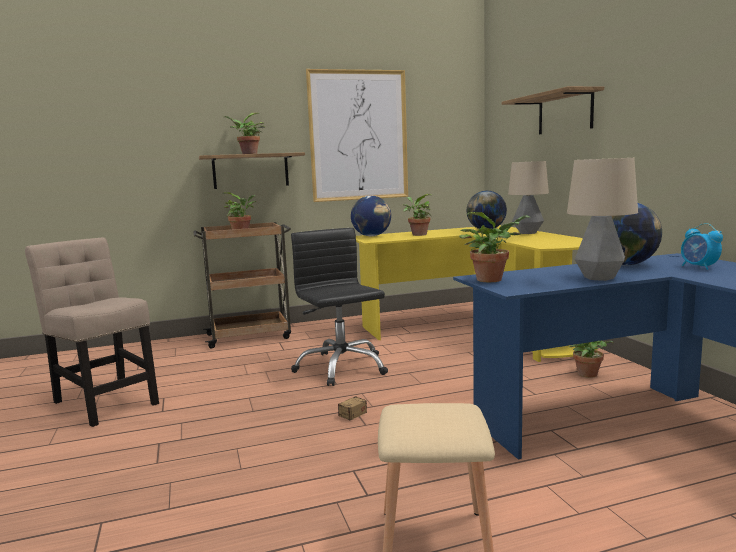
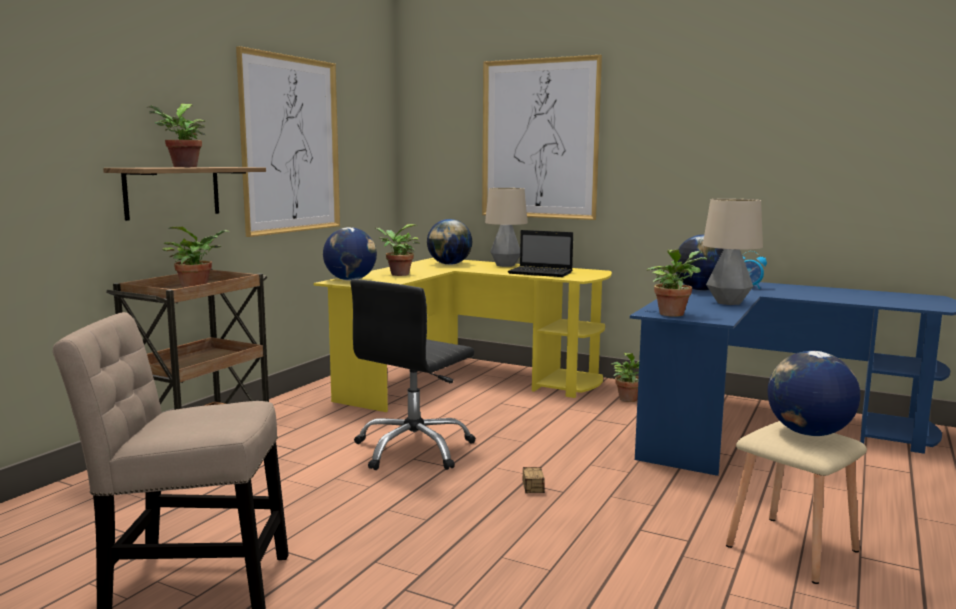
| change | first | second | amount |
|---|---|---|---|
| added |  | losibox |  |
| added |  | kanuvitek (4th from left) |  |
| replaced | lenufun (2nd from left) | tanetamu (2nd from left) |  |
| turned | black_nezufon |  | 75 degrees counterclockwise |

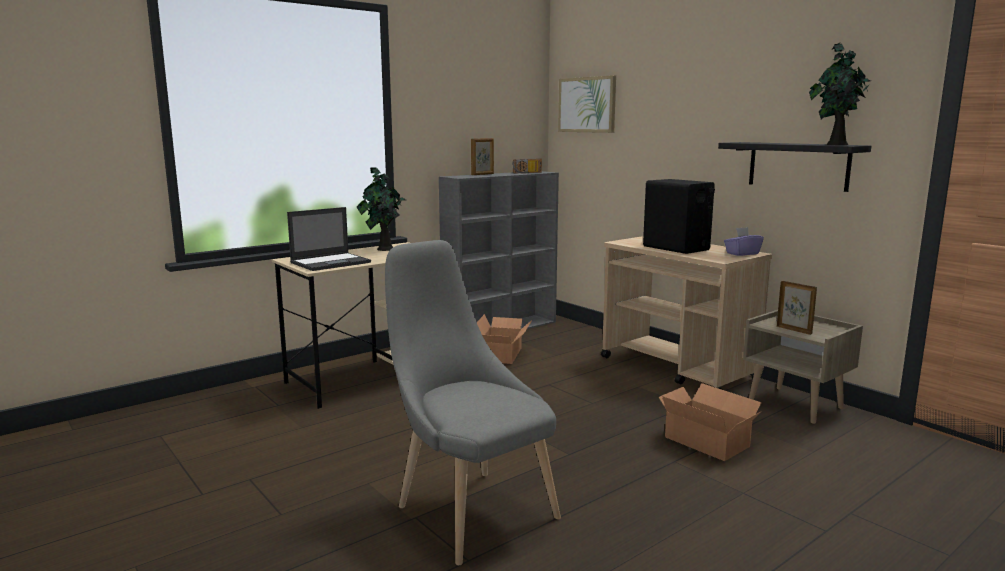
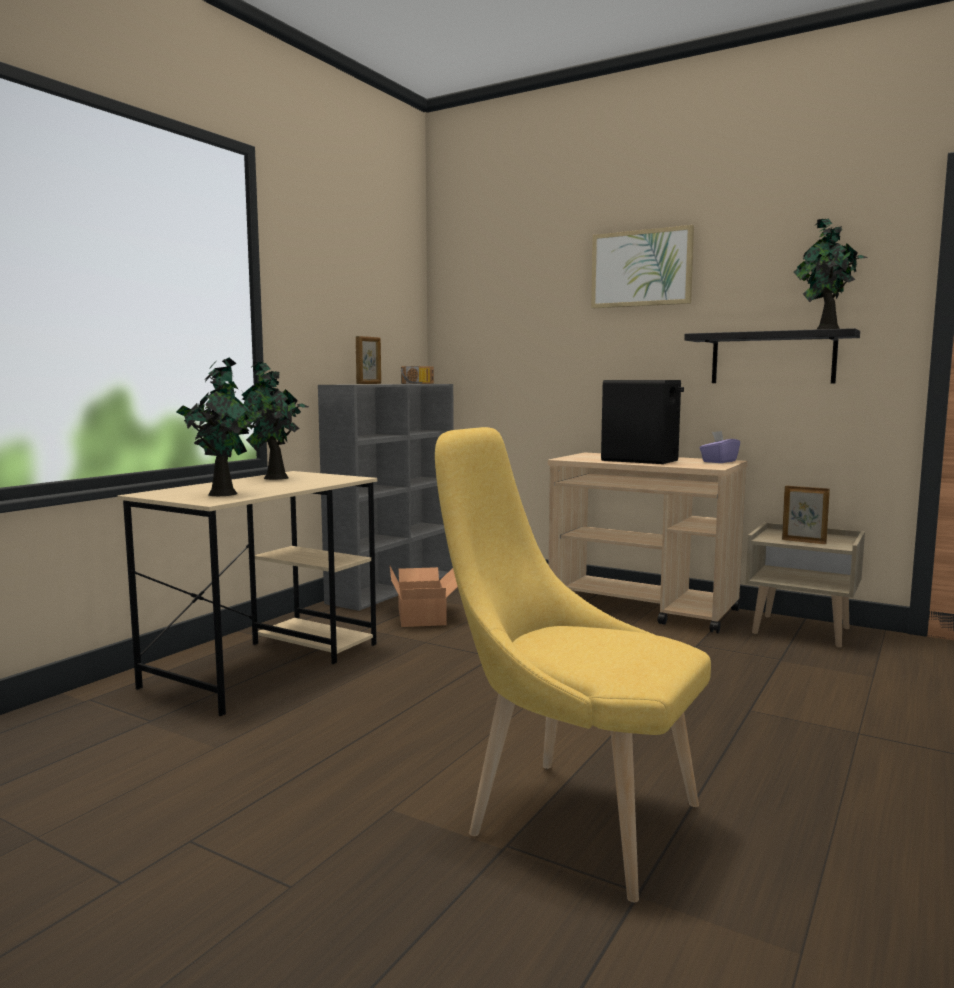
| change | first | second | amount |
|---|---|---|---|
| removed | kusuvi (2nd from left) |  |  |
| moved | tanetamu |  |  |
| replaced | losibox | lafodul (1st from left) |  |
| recoloured | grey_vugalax | yellow_vugalax |  |

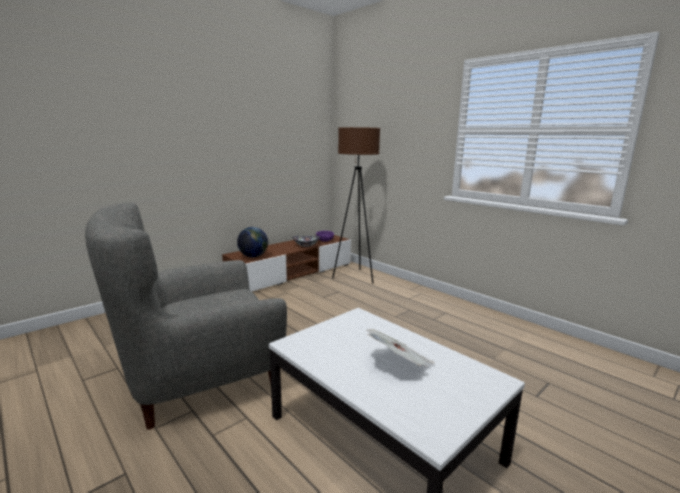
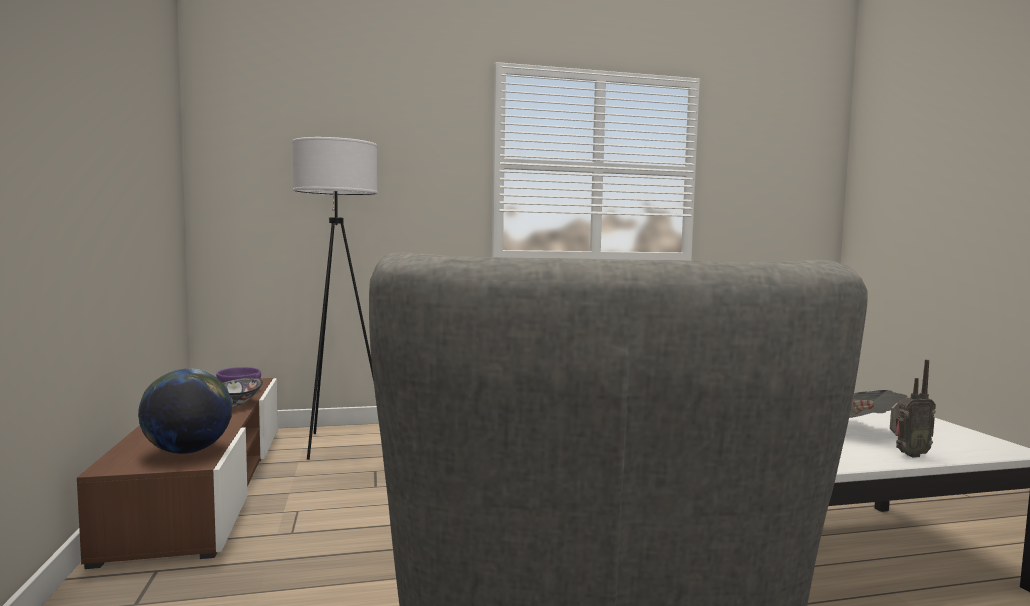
| change | first | second | amount |
|---|---|---|---|
| added |  | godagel |  |
| recoloured | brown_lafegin | white_lafegin |  |

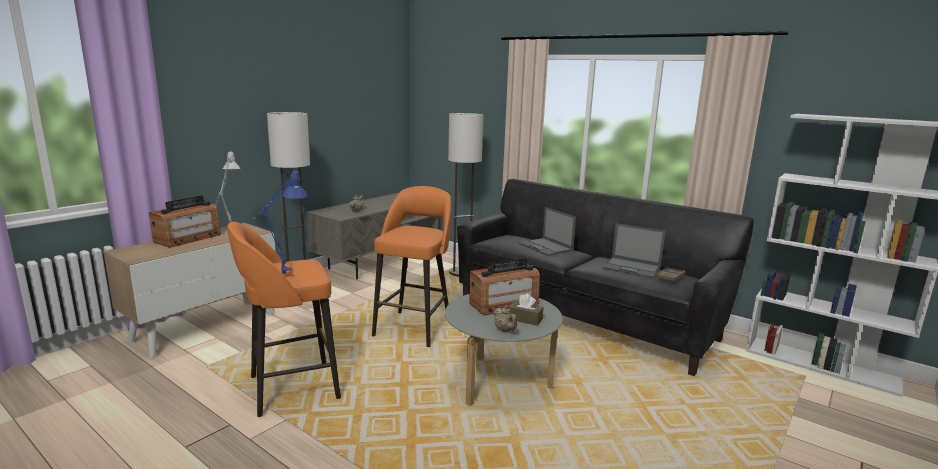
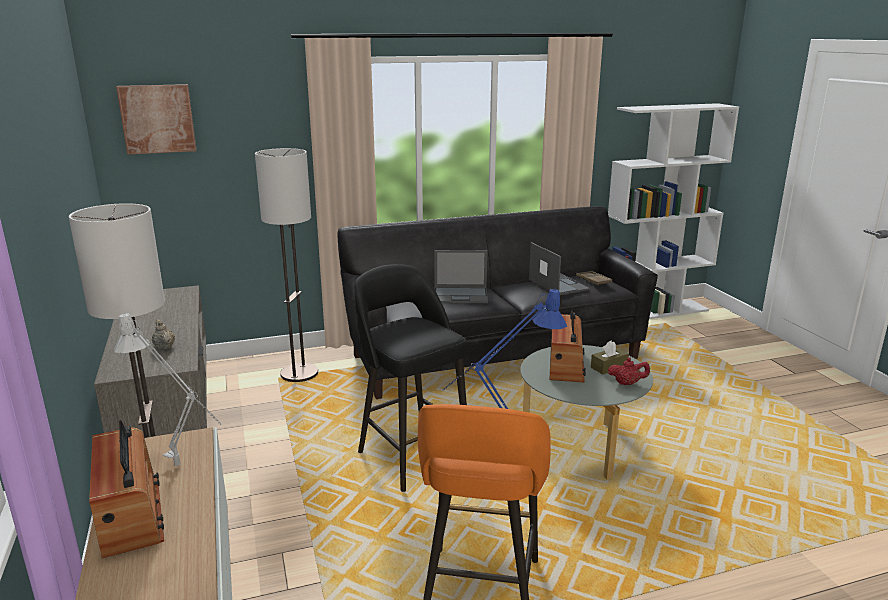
| change | first | second | amount |
|---|---|---|---|
| added |  | tanetamu |  |
| recoloured | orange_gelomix (2nd from left) | black_gelomix |  |
| recoloured | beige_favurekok (2nd from left) | red_favurekok |  |
| turned | losibox (2nd from left) |  | 90 degrees counterclockwise |

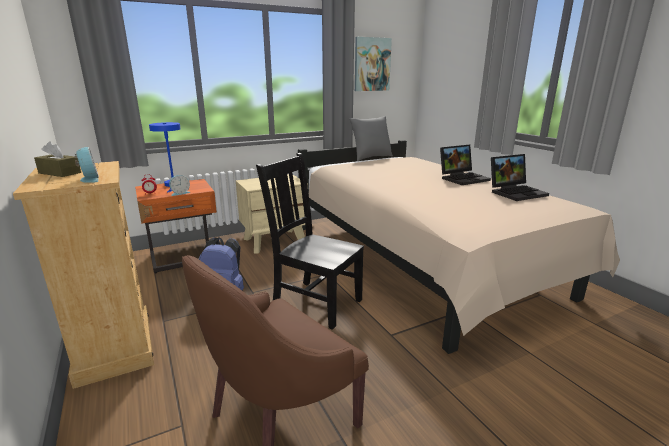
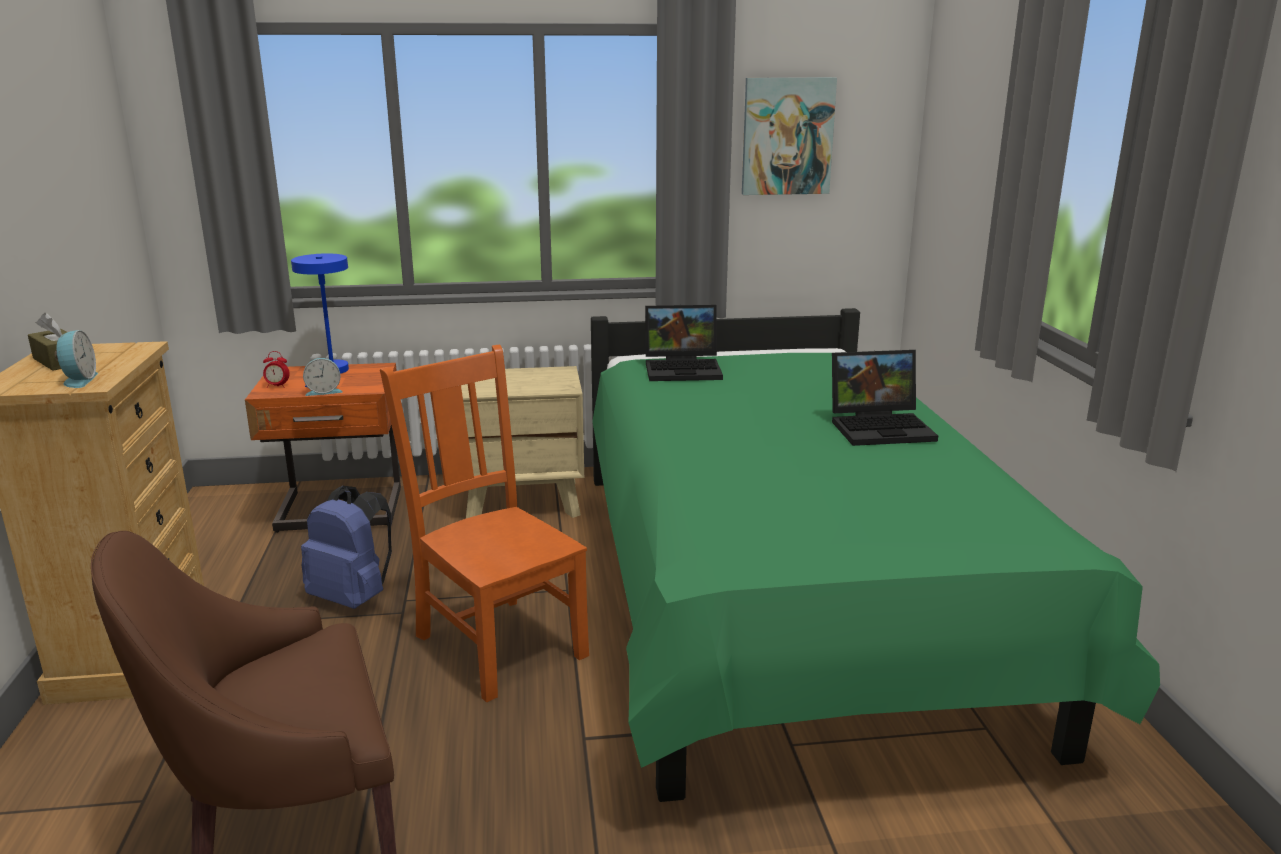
| change | first | second | amount |
|---|---|---|---|
| removed | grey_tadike |  |  |
| moved | losibox (2nd from left in the first image) | losibox (1st from left) |  |
| recoloured | black_vugalax | orange_vugalax |  |
| recoloured | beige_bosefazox | green_bosefazox |  |

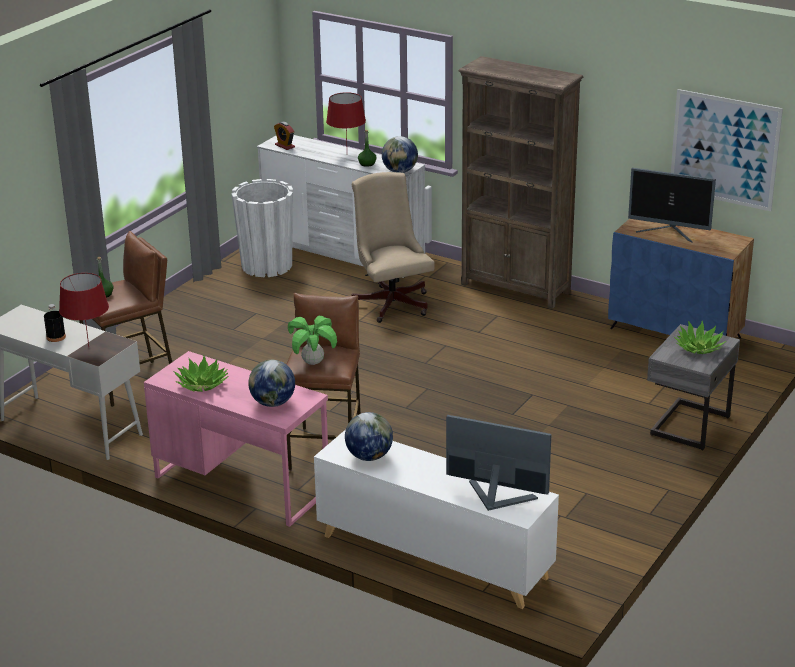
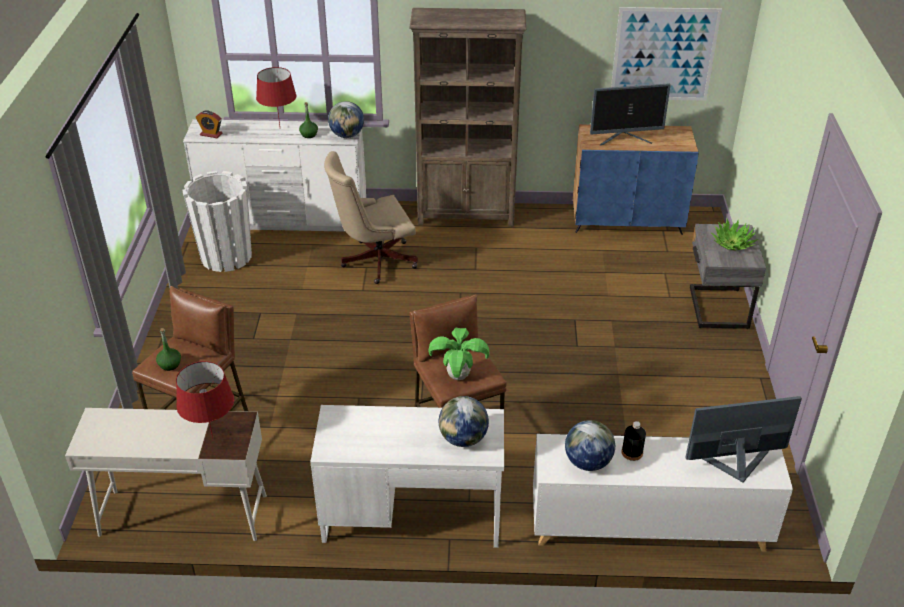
| change | first | second | amount |
|---|---|---|---|
| removed | lafodul (1st from left) |  |  |
| moved | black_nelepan |  |  |
| recoloured | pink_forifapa | white_forifapa (2nd from left) |  |
| turned | beige_nezufon |  | 60 degrees counterclockwise |

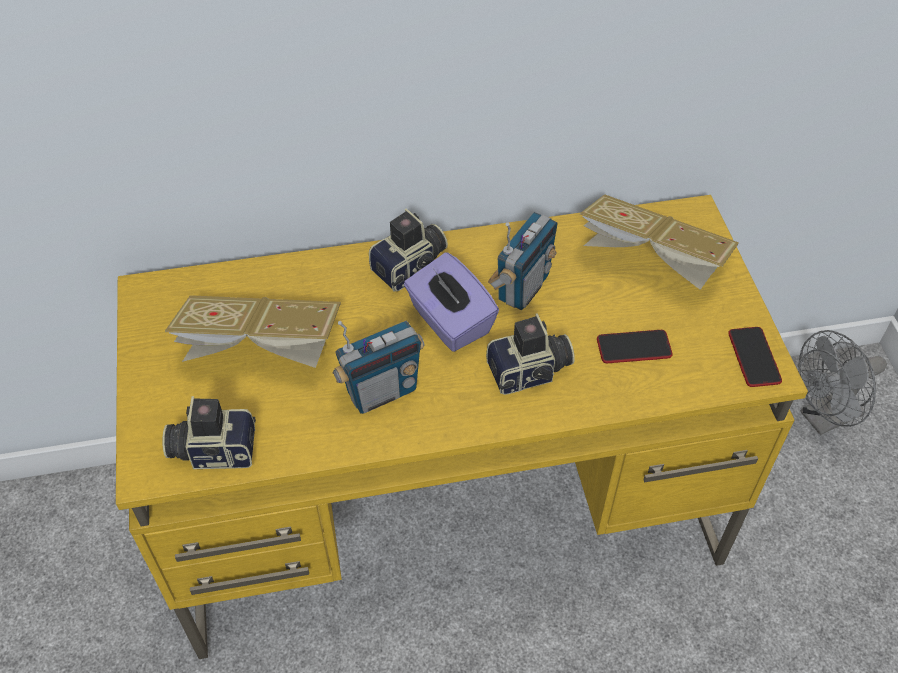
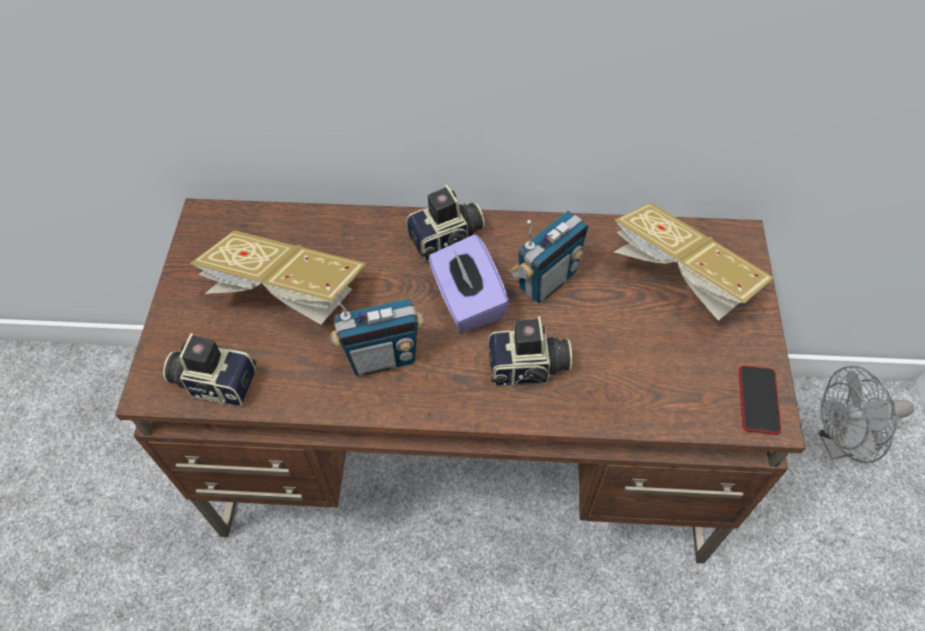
| change | first | second | amount |
|---|---|---|---|
| removed | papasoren (1st from left) |  |  |
| recoloured | yellow_forifapa | brown_forifapa |  |

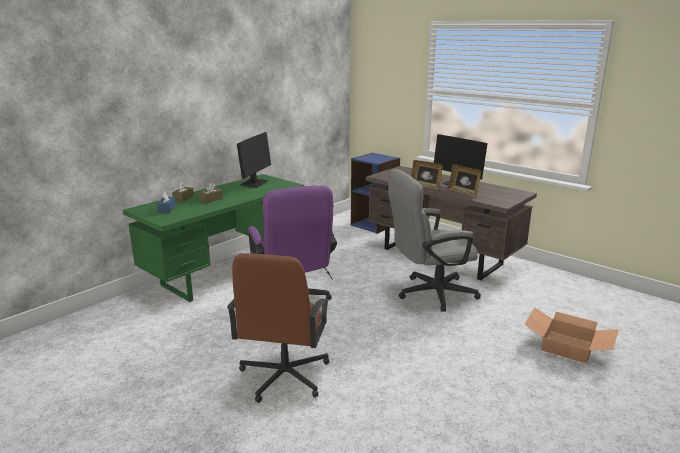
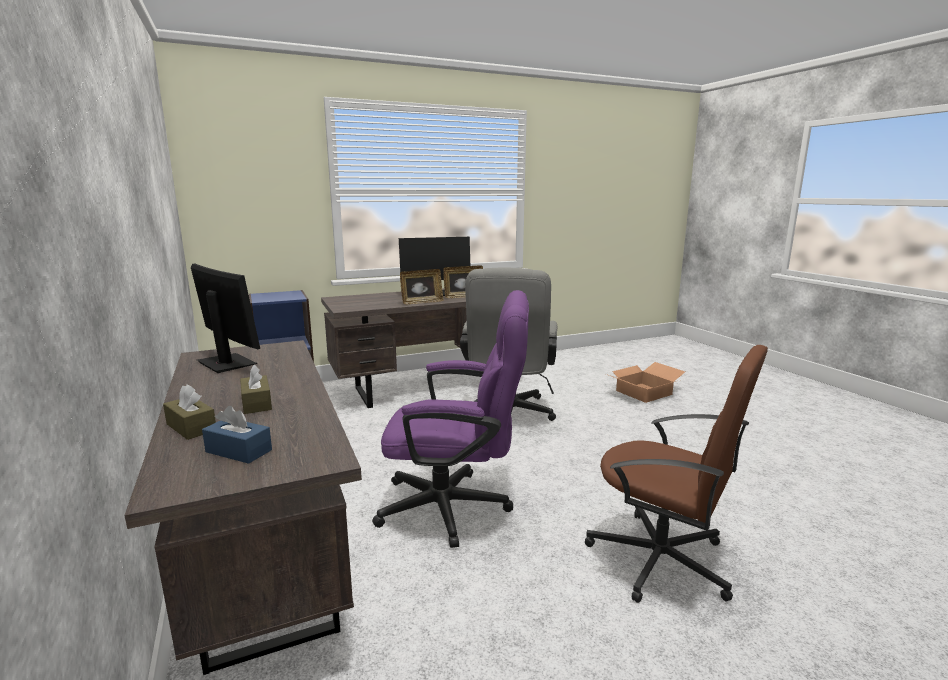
| change | first | second | amount |
|---|---|---|---|
| recoloured | green_forifapa | brown_forifapa (1st from left) |  |

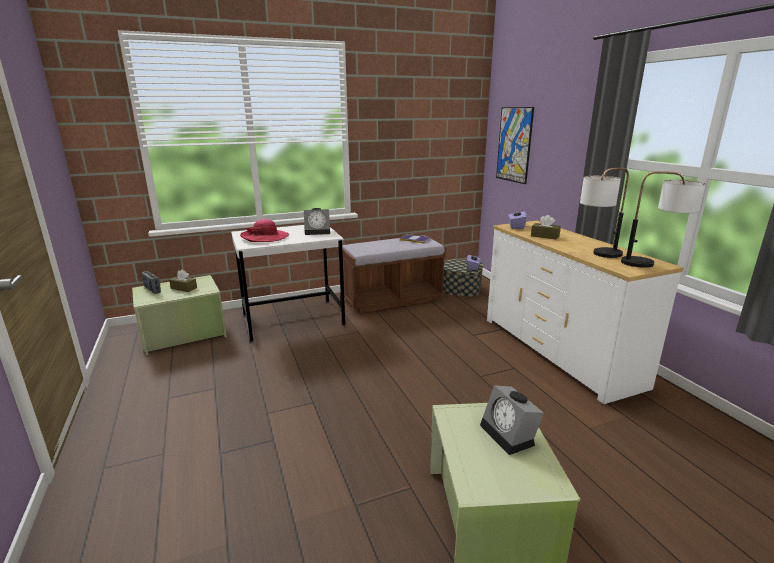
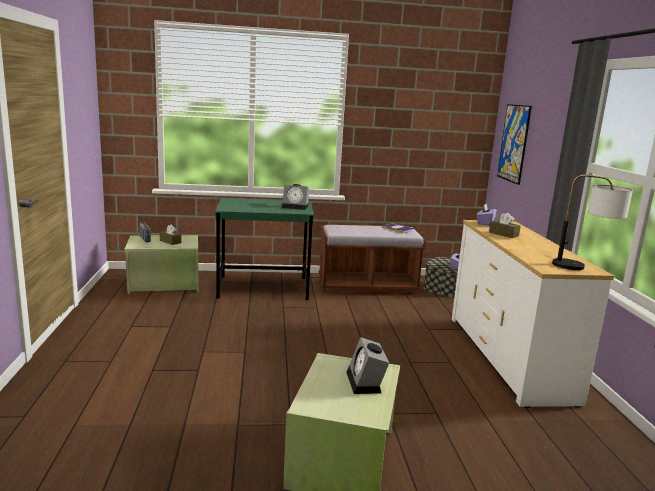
| change | first | second | amount |
|---|---|---|---|
| removed | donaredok |  |  |
| removed | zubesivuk (1st from left) |  |  |
| recoloured | white_forifapa | green_forifapa |  |

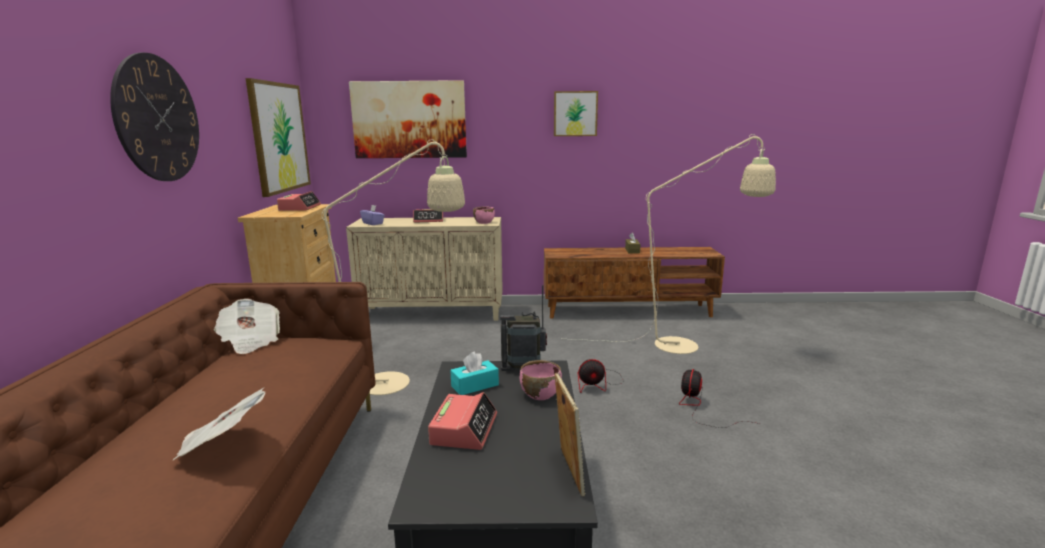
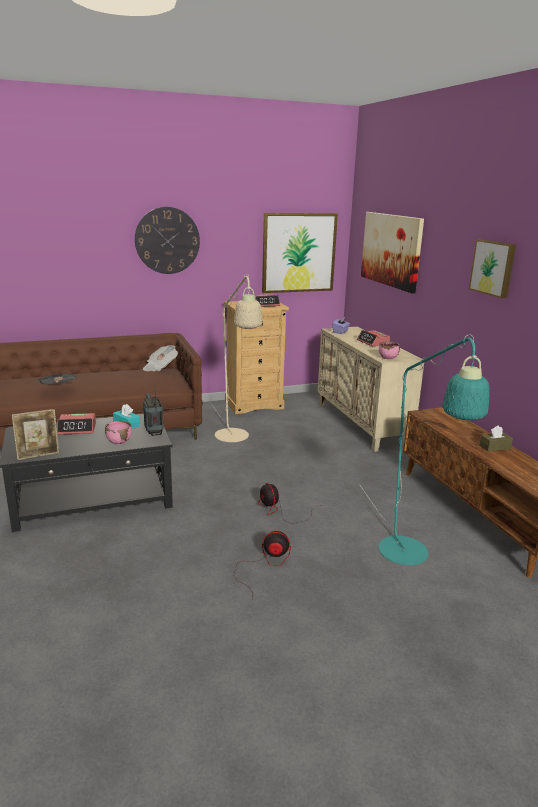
| change | first | second | amount |
|---|---|---|---|
| recoloured | beige_lafegin (2nd from left) | turquoise_lafegin |  |

